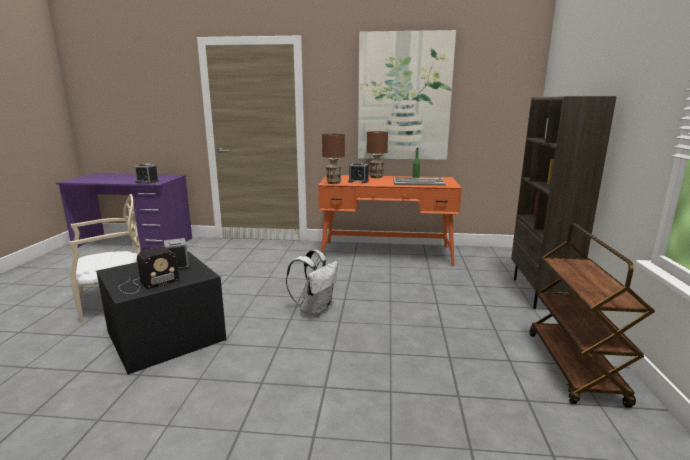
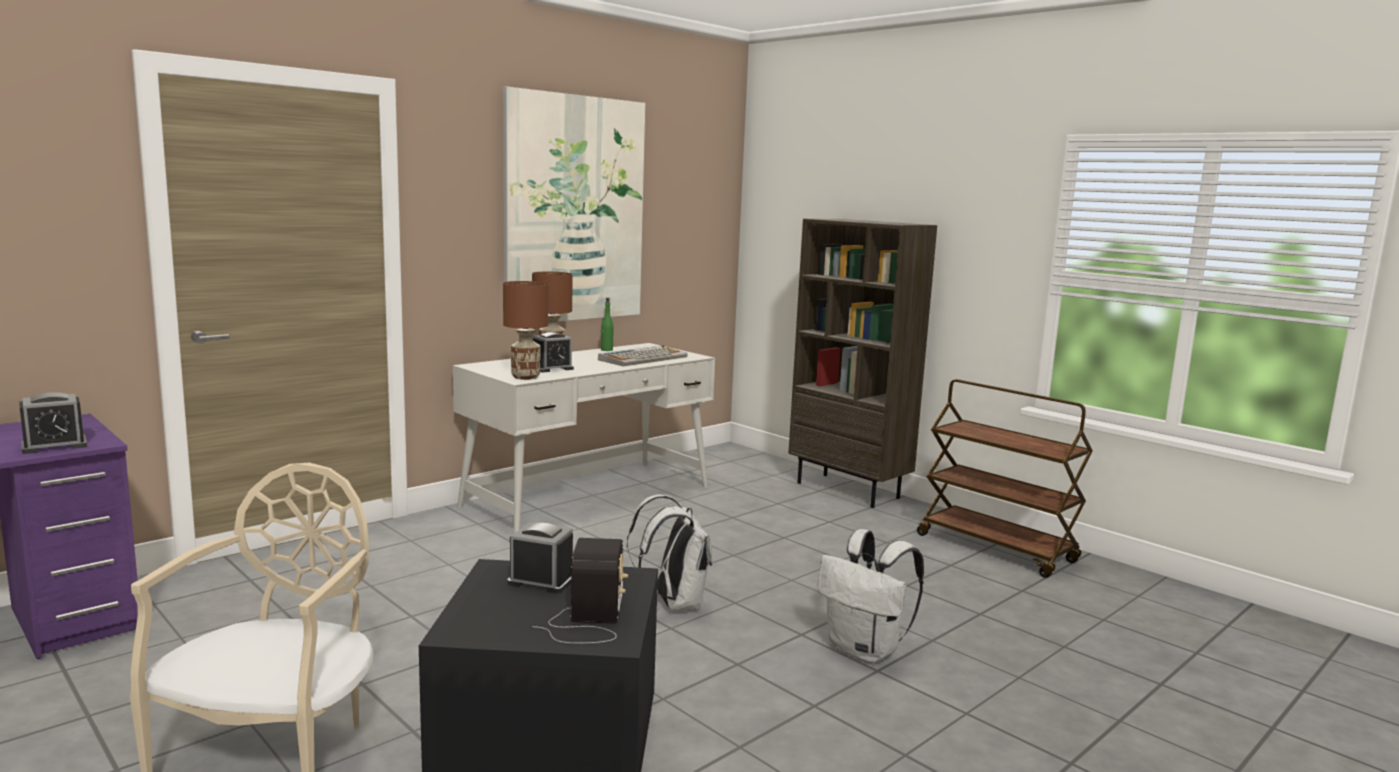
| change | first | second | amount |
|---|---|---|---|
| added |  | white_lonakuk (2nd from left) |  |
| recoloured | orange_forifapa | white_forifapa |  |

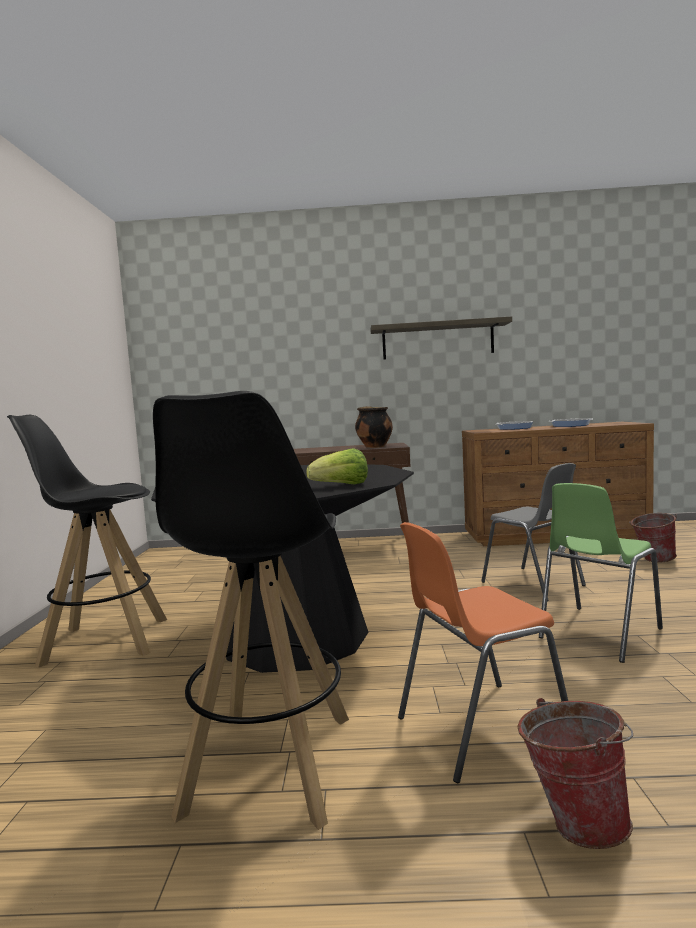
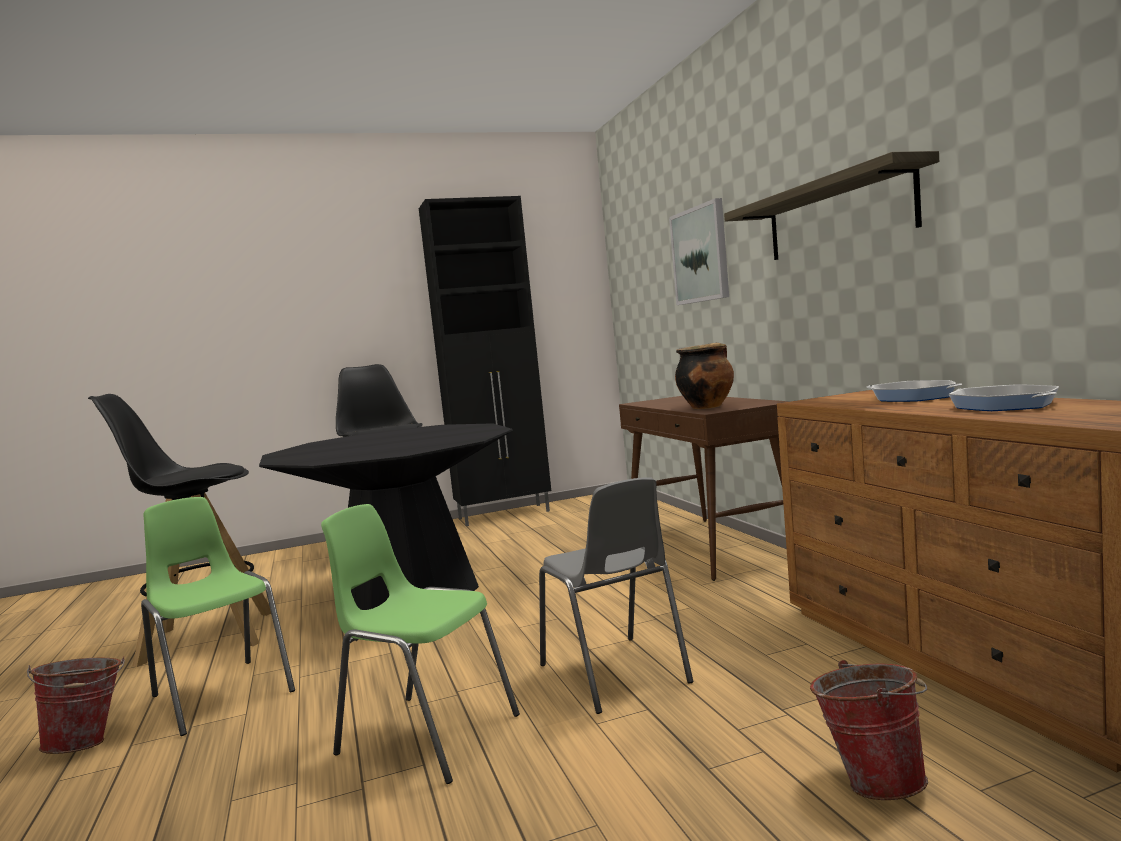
| change | first | second | amount |
|---|---|---|---|
| removed | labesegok |  |  |
| added |  | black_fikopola |  |
| added |  | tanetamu |  |
| recoloured | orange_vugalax | green_vugalax (1st from left) |  |
| turned | grey_vugalax |  | 60 degrees counterclockwise |

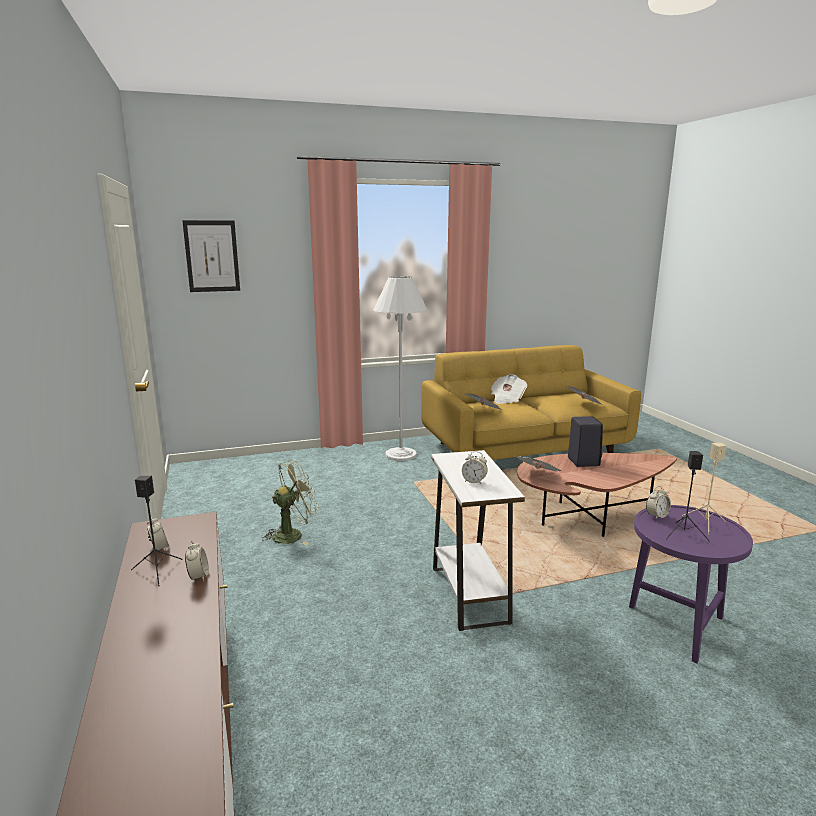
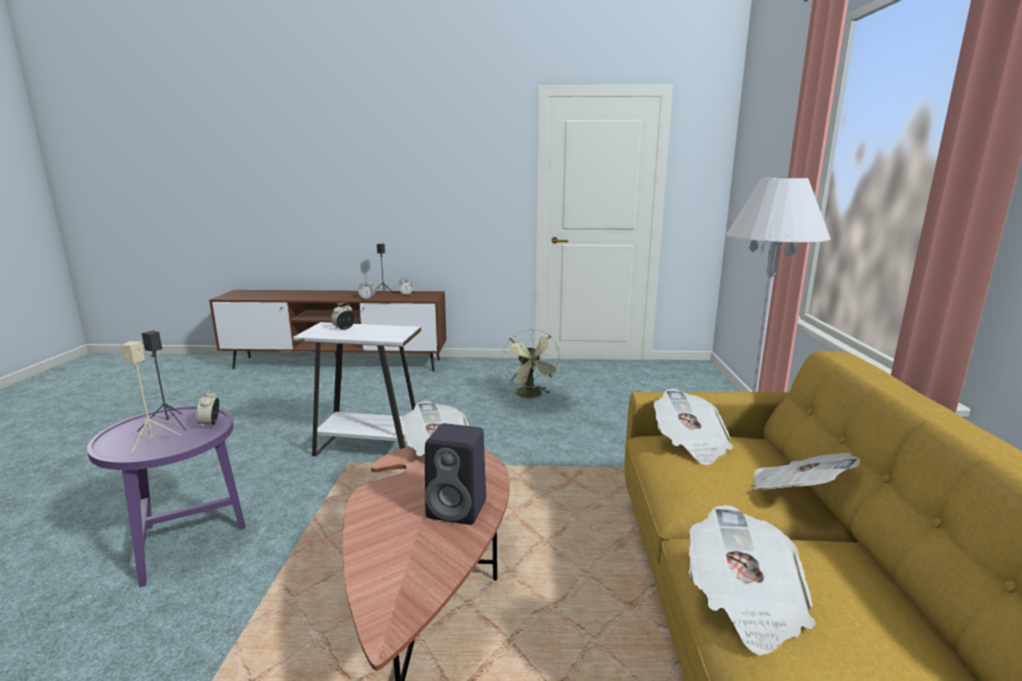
| change | first | second | amount |
|---|---|---|---|
| removed | tanetamu |  |  |

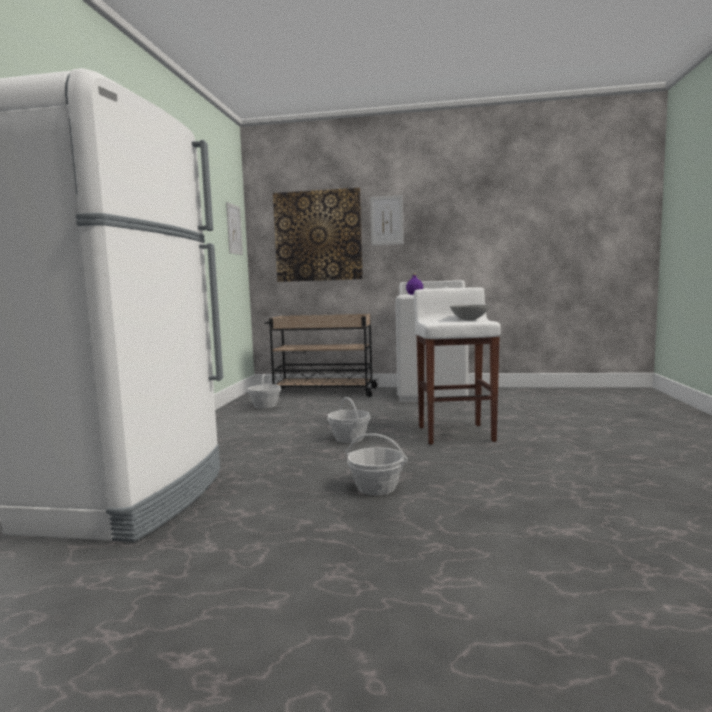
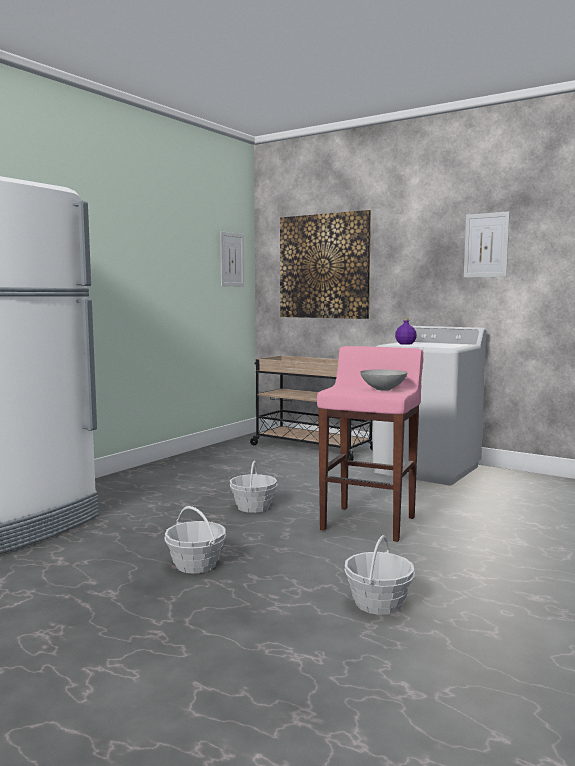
| change | first | second | amount |
|---|---|---|---|
| moved | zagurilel (1st from left in the first image) | zagurilel (3rd from left) |  |
| moved | tanetamu (3rd from left) |  |  |
| recoloured | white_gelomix | pink_gelomix |  |

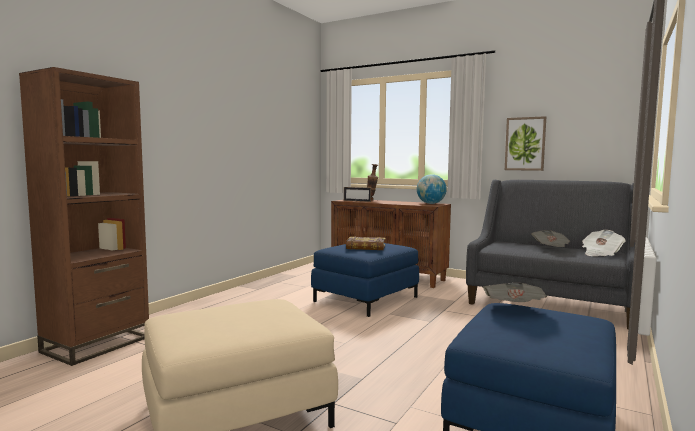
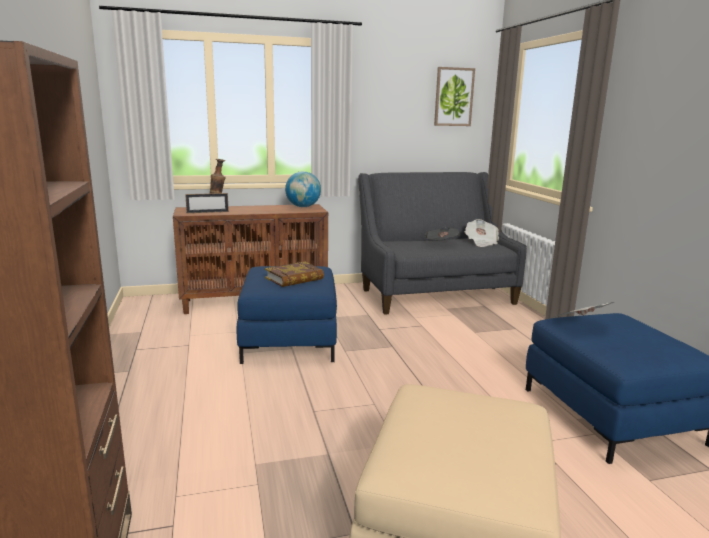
| change | first | second | amount |
|---|---|---|---|
| moved | tanetamu |  |  |

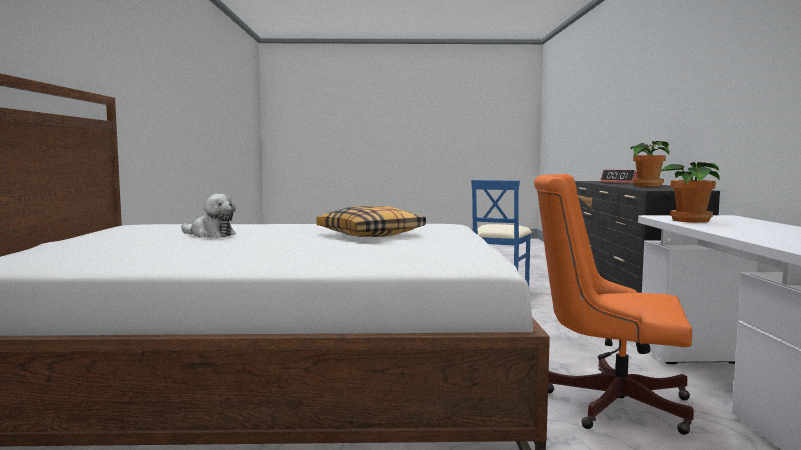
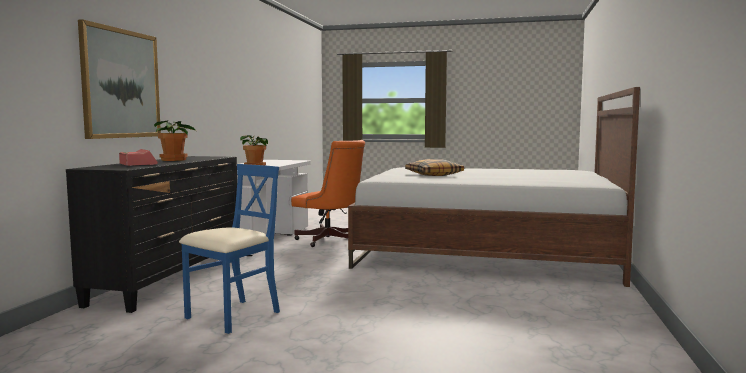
| change | first | second | amount |
|---|---|---|---|
| removed | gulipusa |  |  |
| added |  | tanetamu |  |

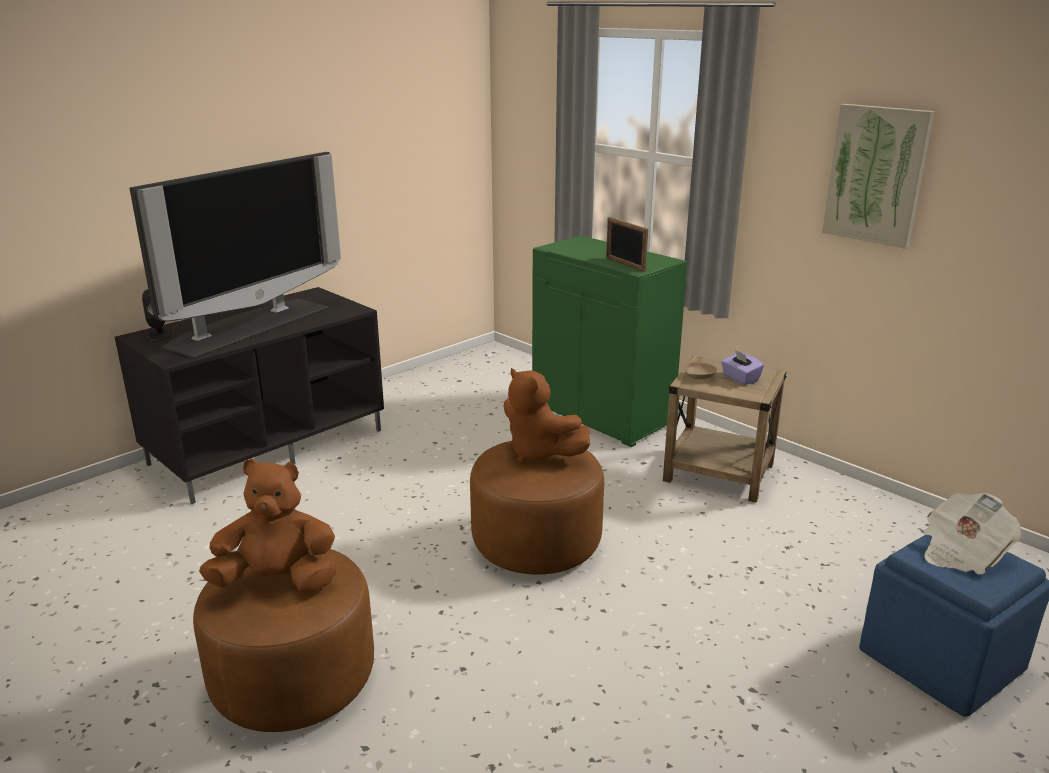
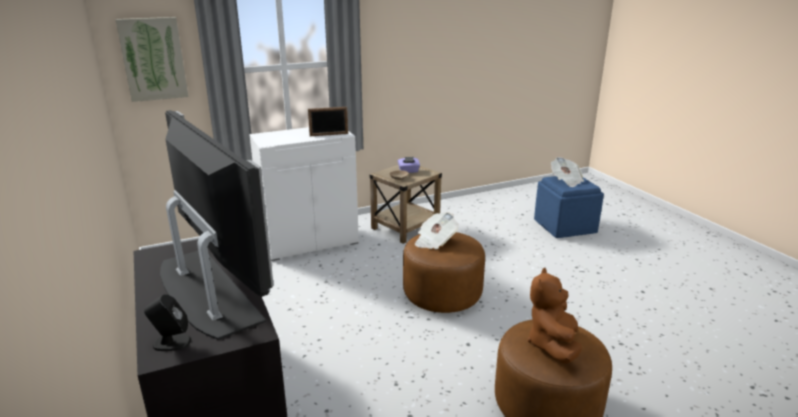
| change | first | second | amount |
|---|---|---|---|
| moved | tanetamu |  |  |
| replaced | brown_gulipusa (2nd from left) | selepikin (1st from left) |  |
| recoloured | green_fikopola | white_fikopola |  |

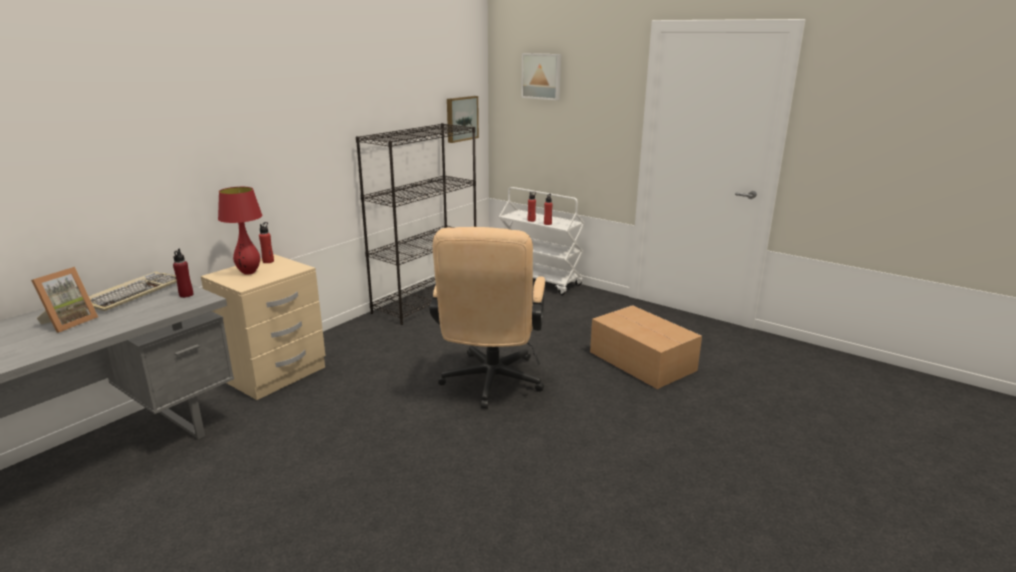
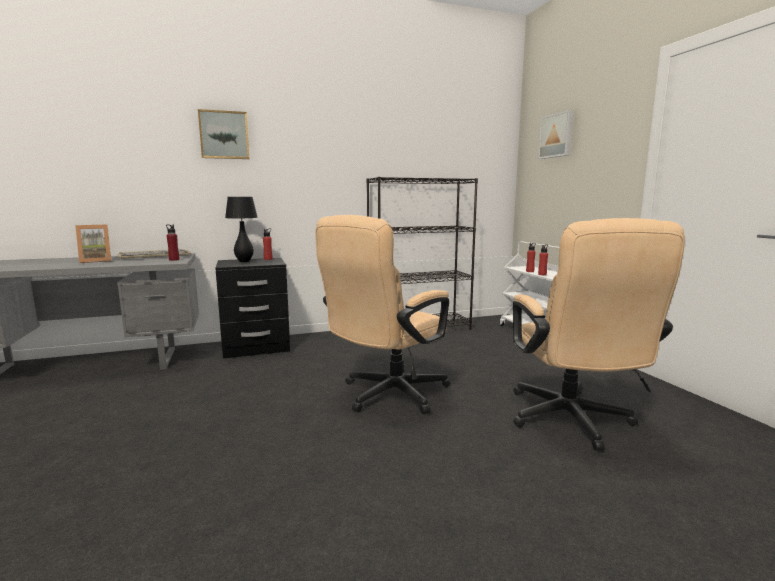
| change | first | second | amount |
|---|---|---|---|
| moved | tanetamu (1st from left) |  |  |
| replaced | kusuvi | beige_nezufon (2nd from left) |  |
| recoloured | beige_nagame | black_nagame |  |
| recoloured | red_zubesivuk | black_zubesivuk |  |

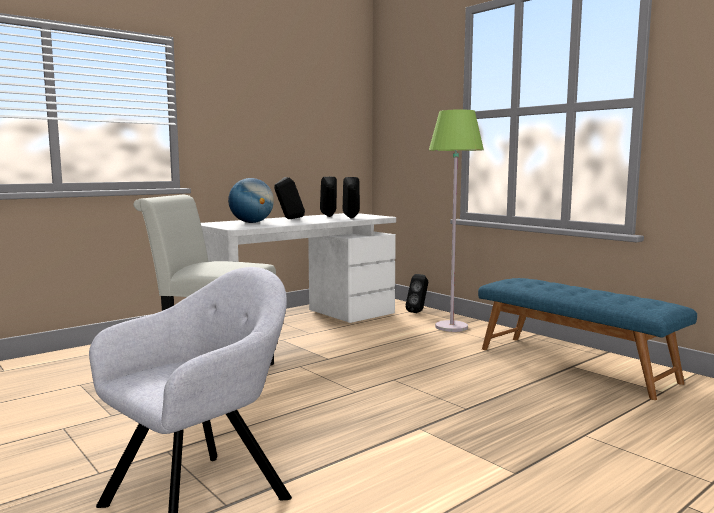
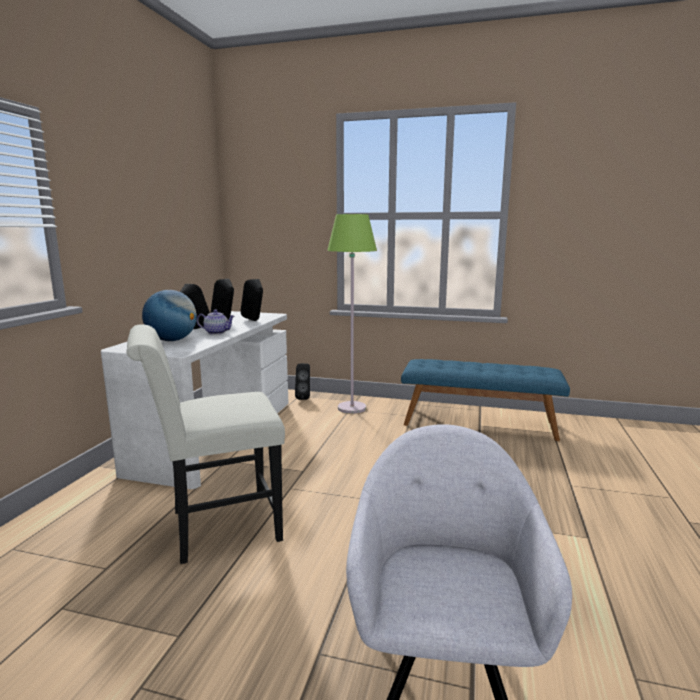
| change | first | second | amount |
|---|---|---|---|
| added |  | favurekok |  |

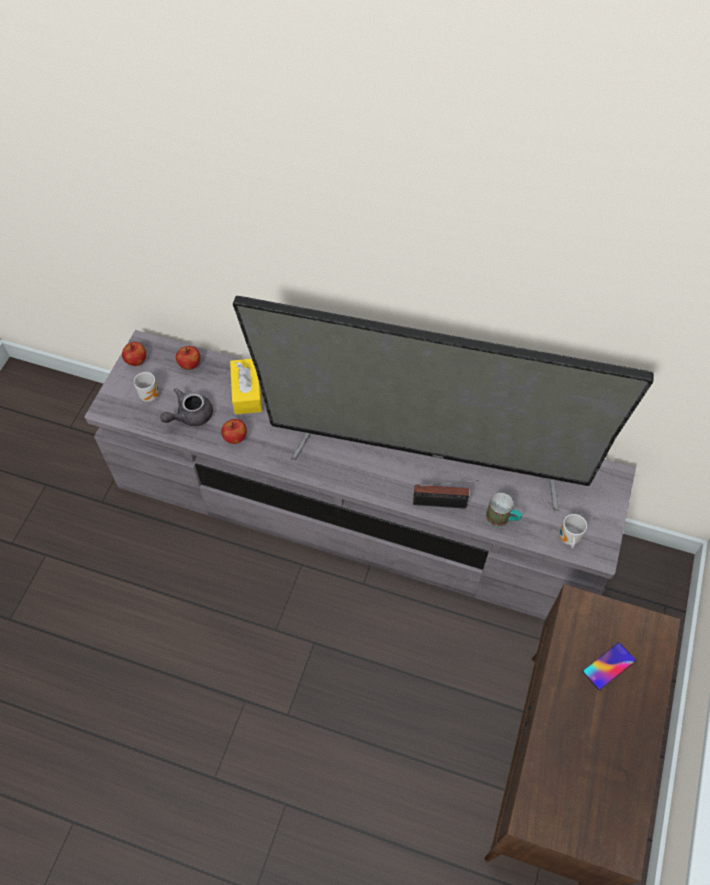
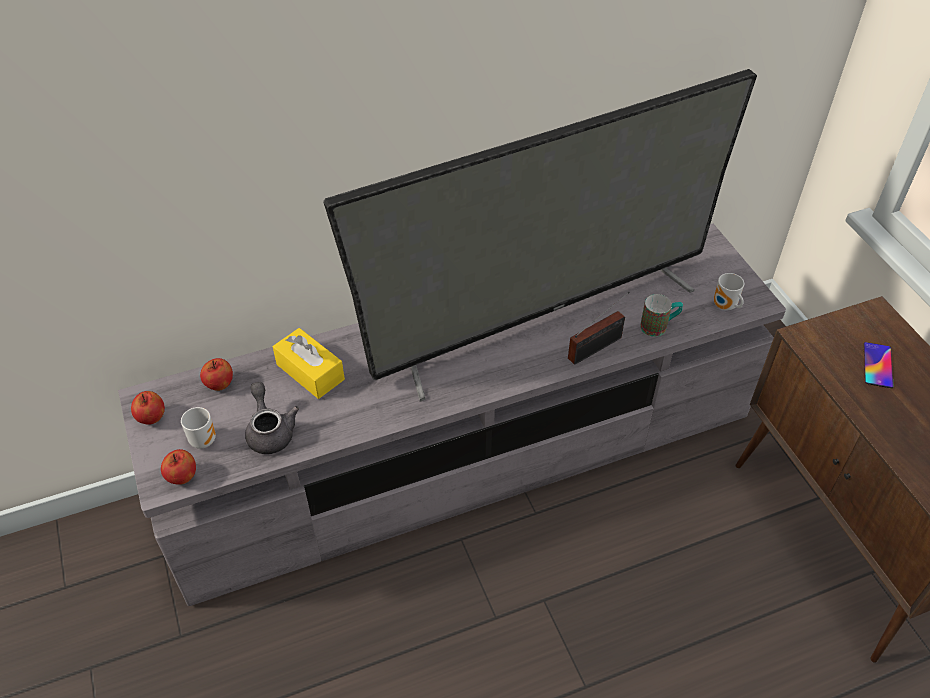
| change | first | second | amount |
|---|---|---|---|
| moved | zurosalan (3rd from left in the first image) | zurosalan (2nd from left) |  |
| turned | grey_favurekok |  | 150 degrees clockwise |

